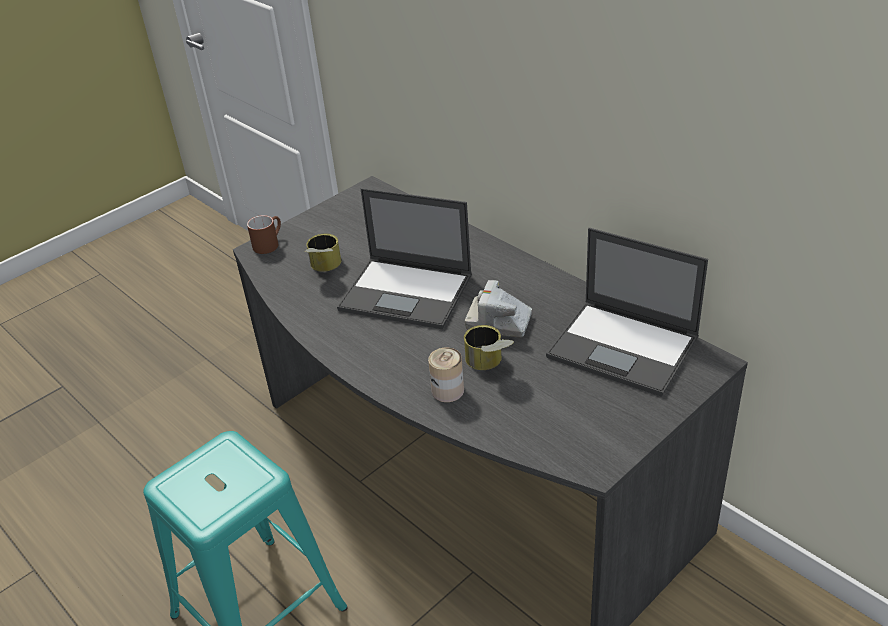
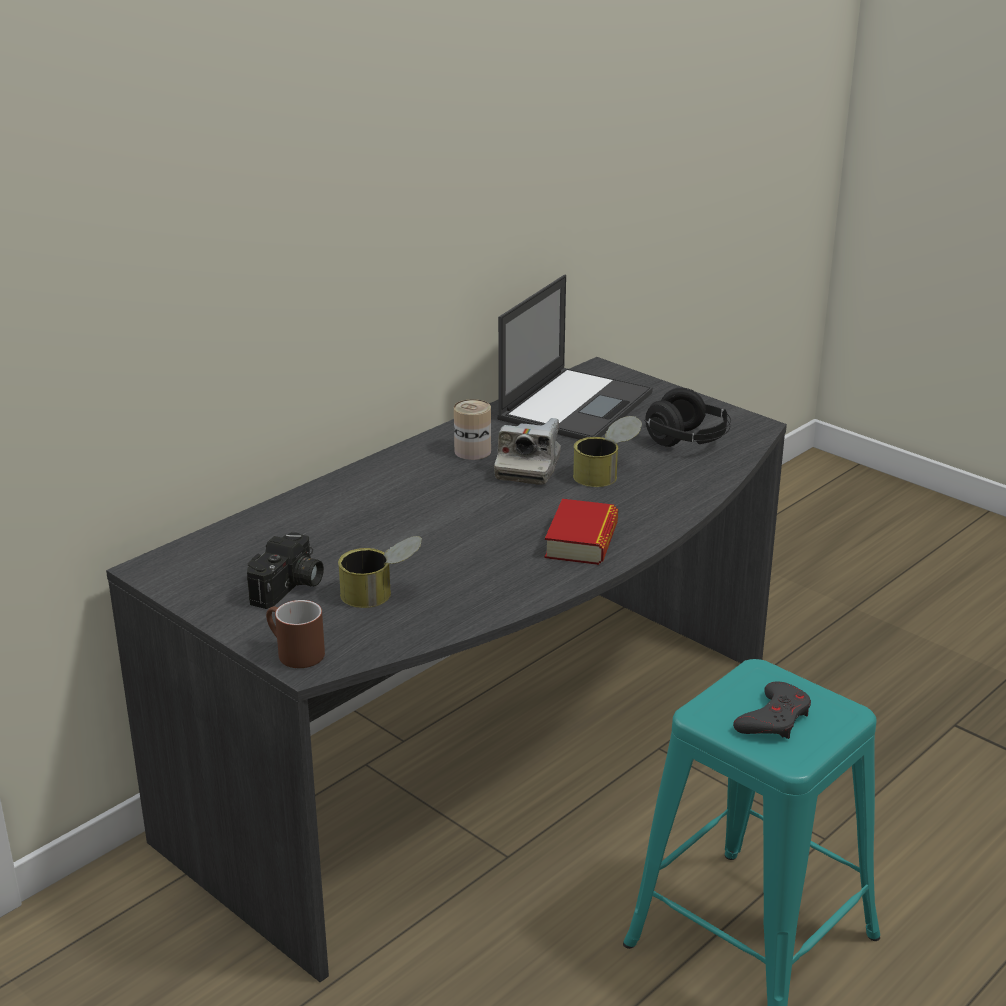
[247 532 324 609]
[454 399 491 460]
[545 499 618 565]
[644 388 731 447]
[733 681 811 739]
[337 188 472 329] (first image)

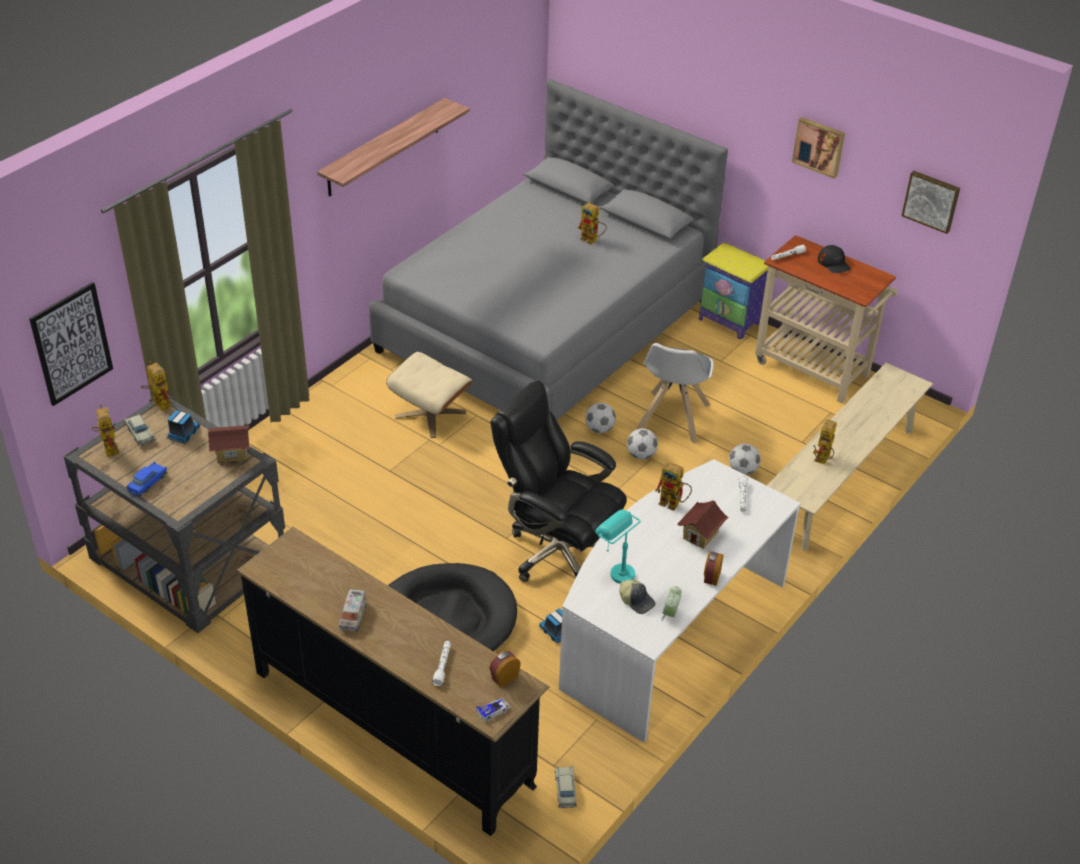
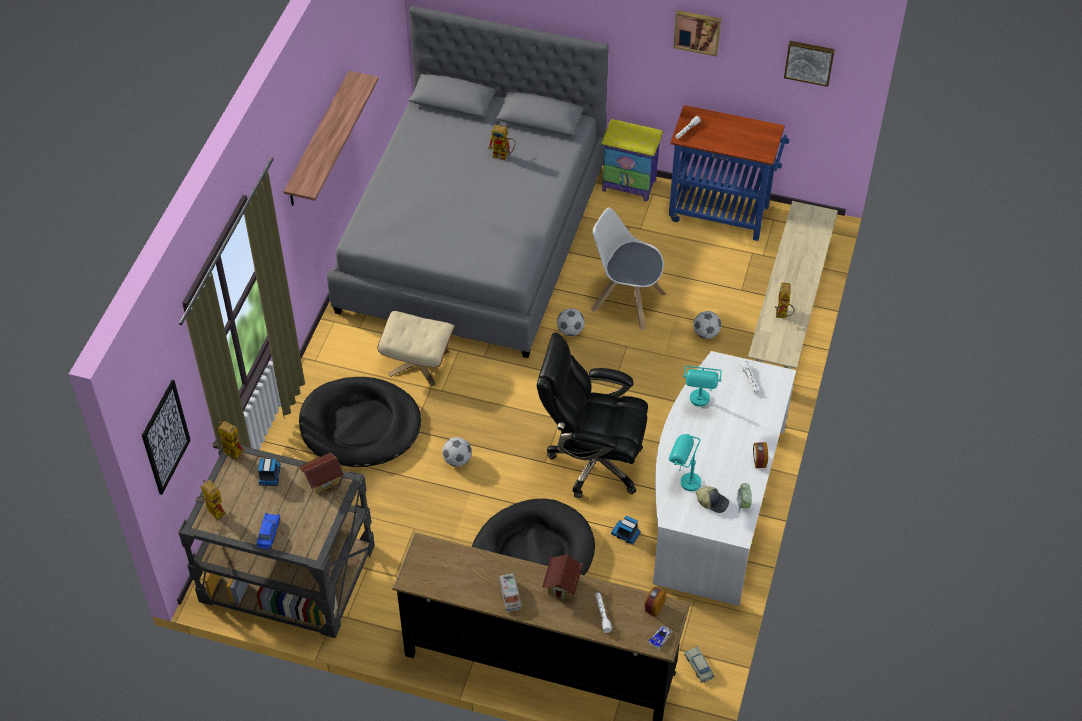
[299 377 421 467]
[442 437 472 467]
[542 554 583 599]
[591 208 666 330]
[669 105 789 241]
[683 366 722 407]
[125 414 155 446] (first image)
[818 245 851 273] (first image)

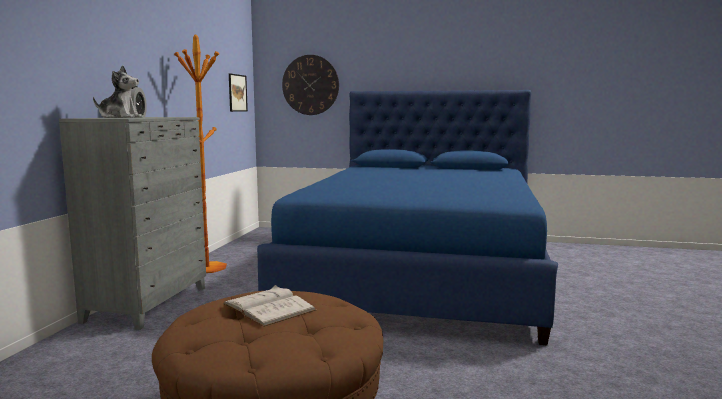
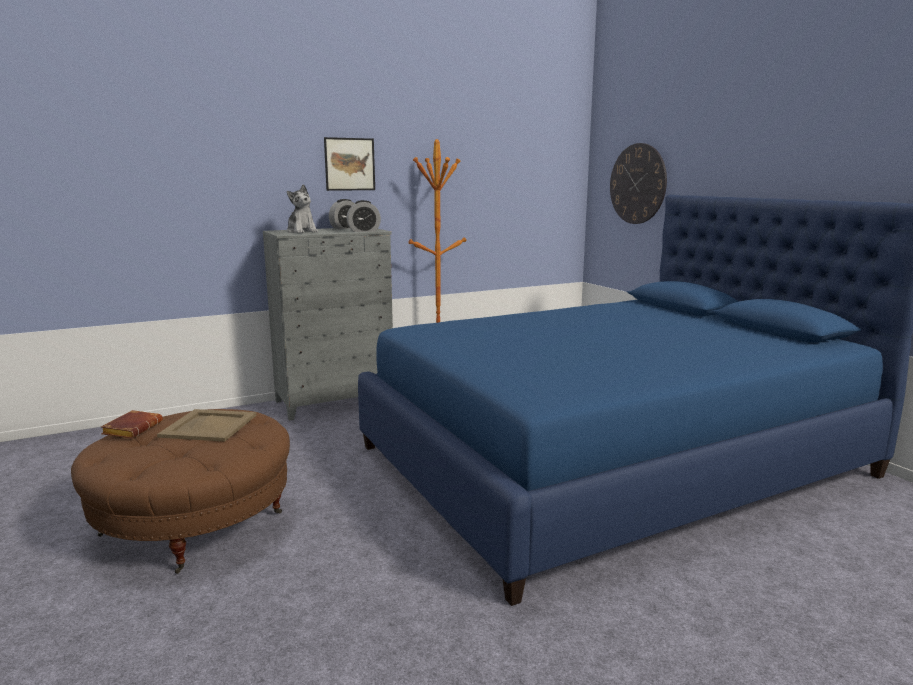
[101 410 163 439]
[157 409 256 442]
[324 137 375 191]
[347 200 381 232]

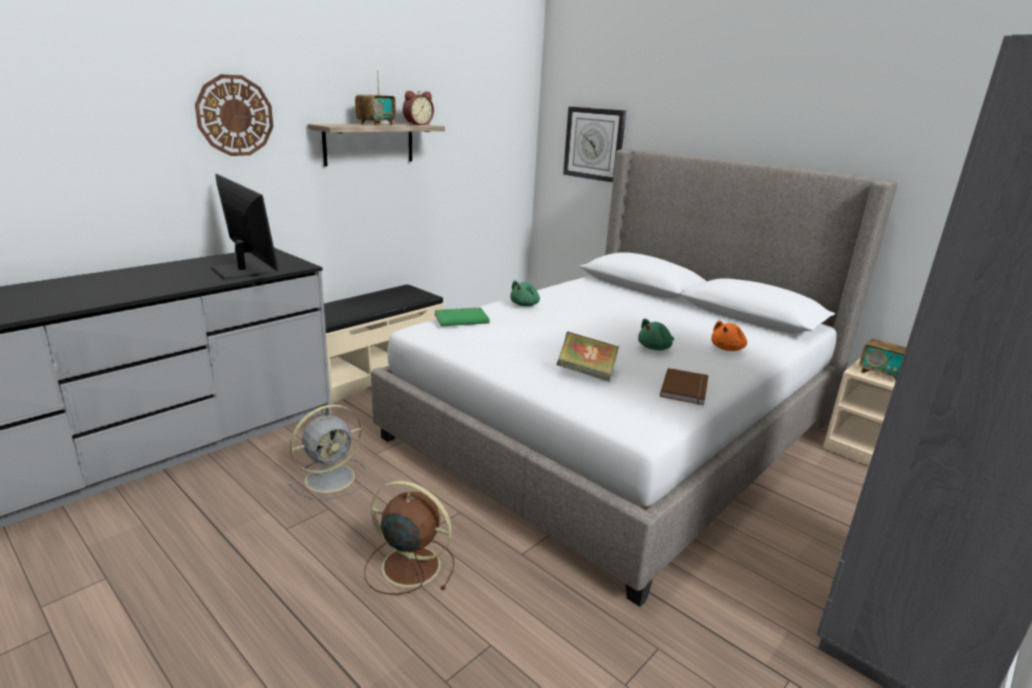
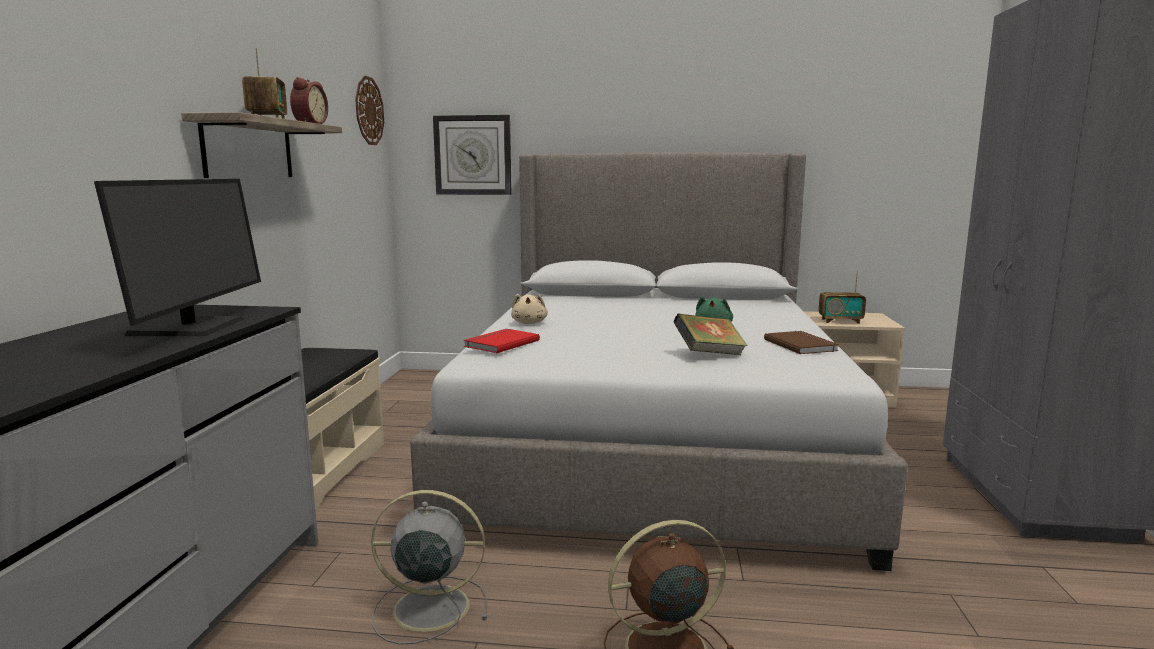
[94 179 261 336]
[355 76 384 145]
[371 490 487 645]
[464 329 540 353]
[511 294 548 324]
[711 321 747 351] (first image)

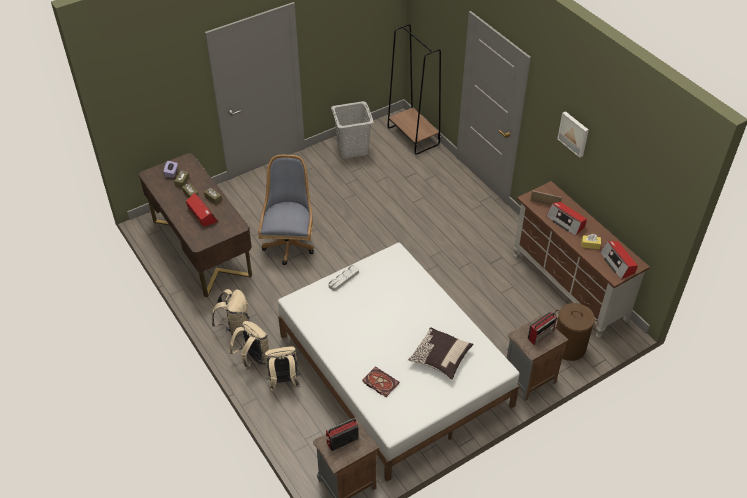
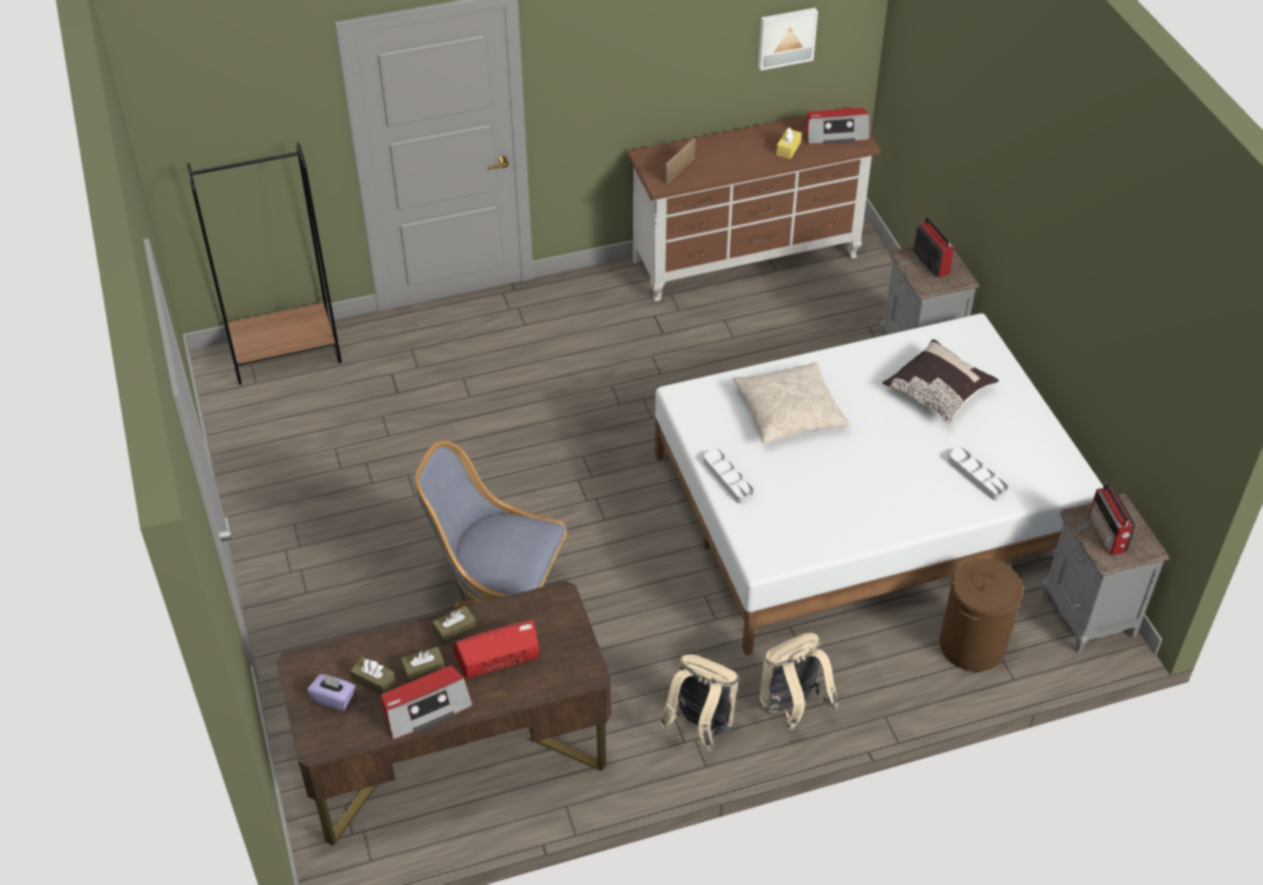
[381 665 473 740]
[733 362 851 443]
[758 8 818 71]
[939 558 1023 672]
[948 447 1008 500]
[265 346 301 392] (first image)
[331 101 374 159] (first image)

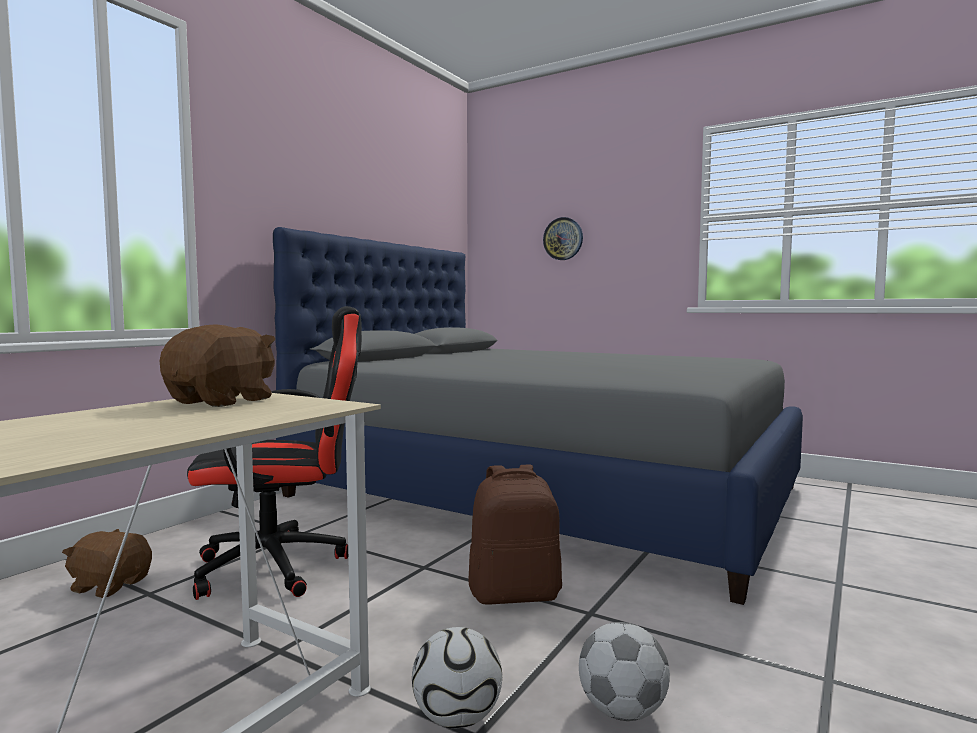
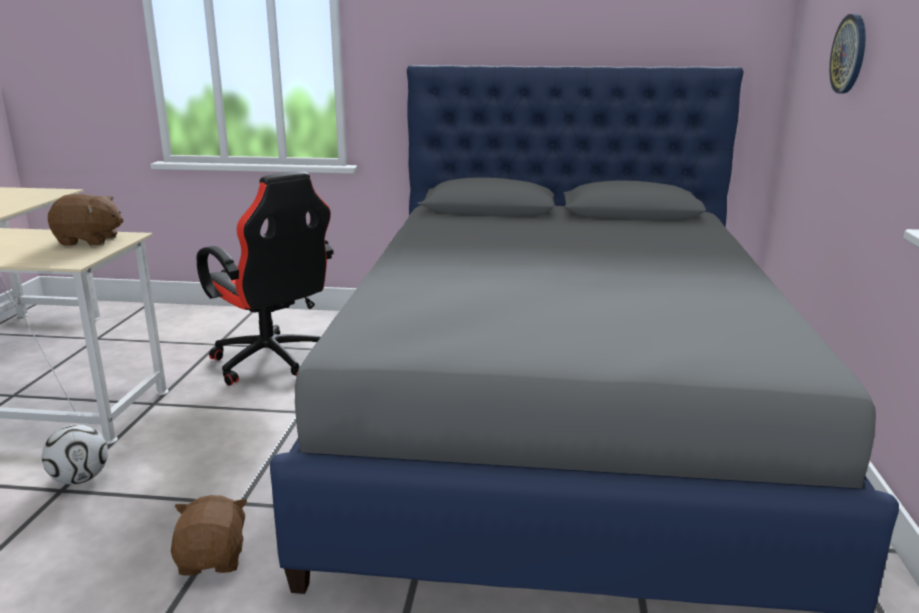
[171 495 247 576]
[468 465 562 605] (first image)
[579 622 670 721] (first image)

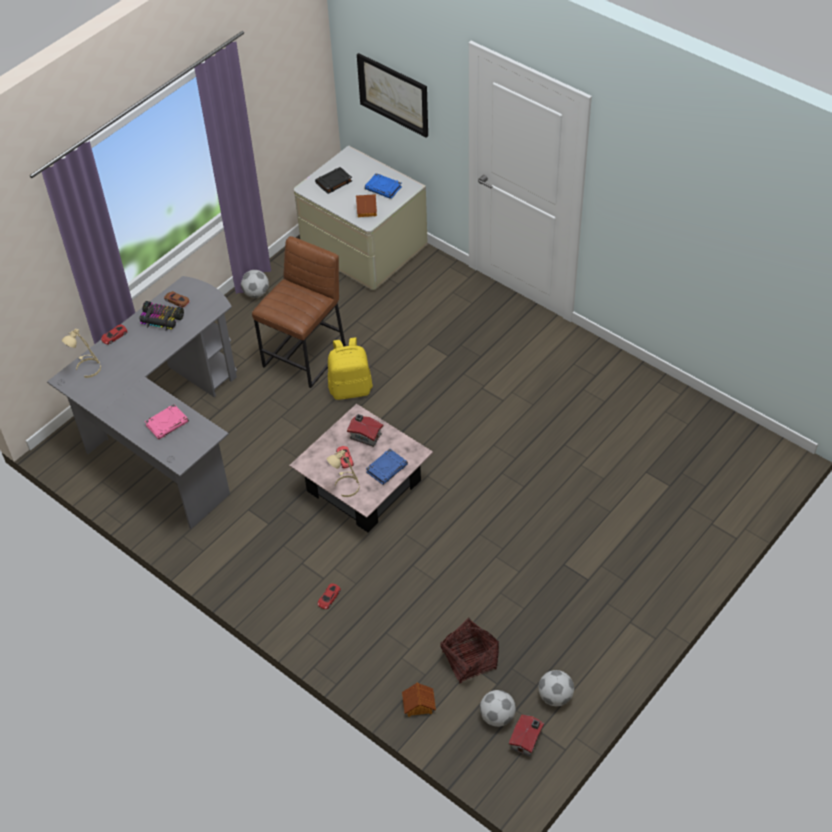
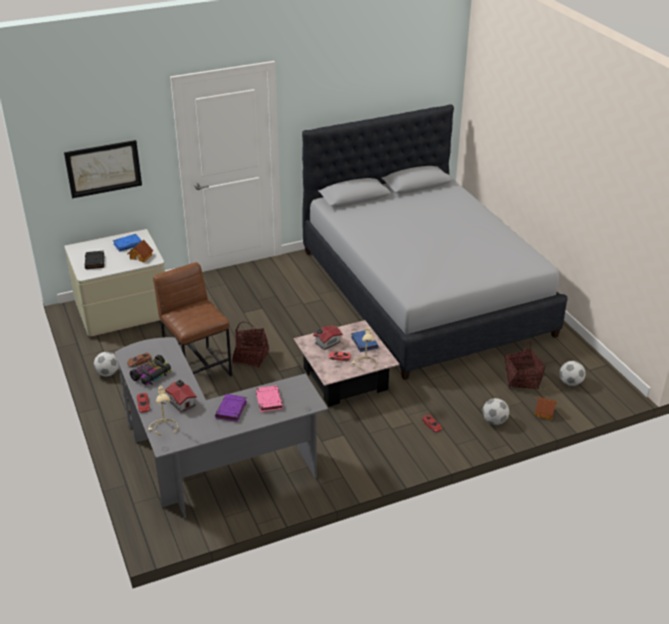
[165 379 197 412]
[215 394 247 422]
[232 322 269 368]
[302 104 568 380]
[482 398 509 425]

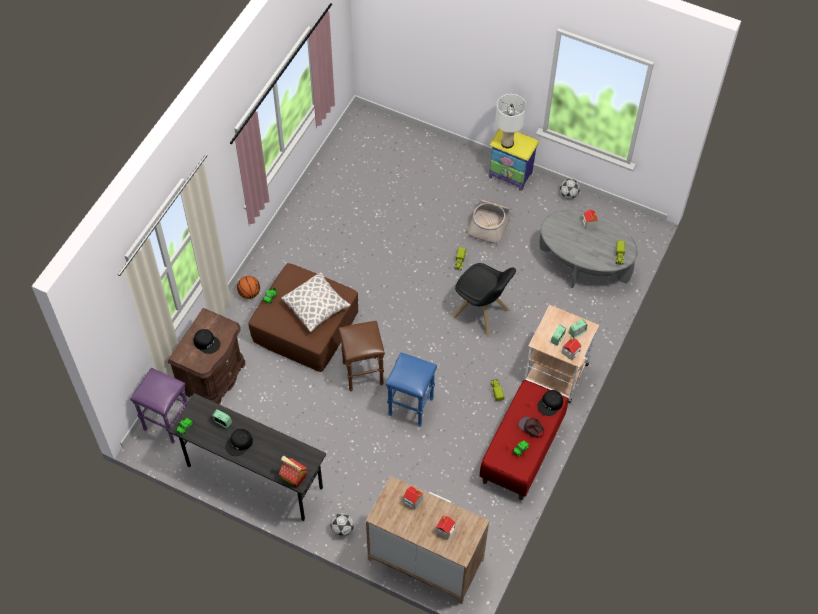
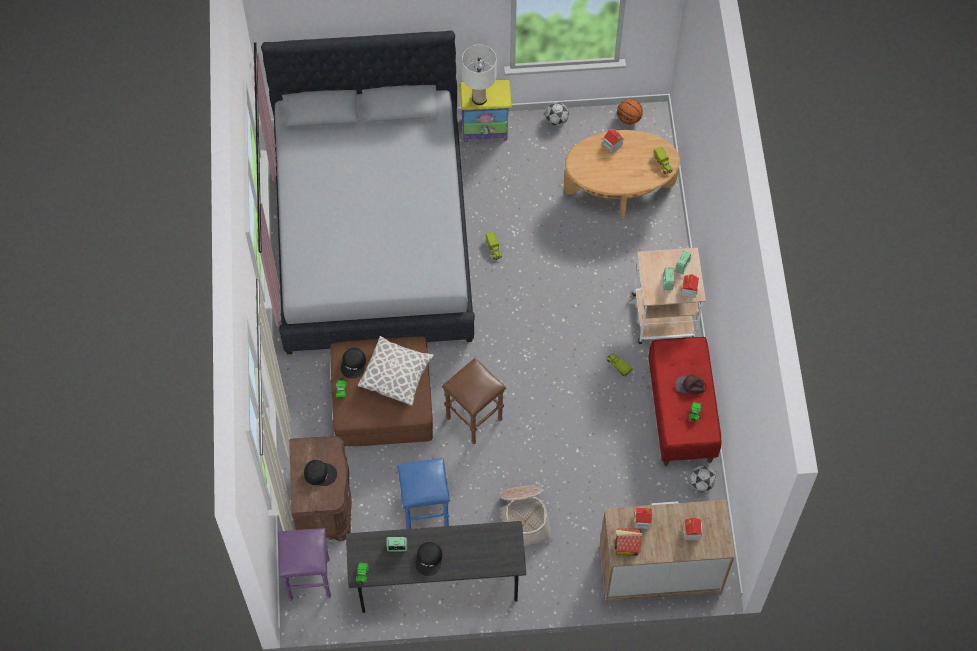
[261 30 475 354]
[341 348 366 379]
[397 458 450 529]
[500 485 553 545]
[564 130 680 219]
[615 528 643 556]
[617 99 643 125]
[690 466 716 492]
[452 263 516 337] (first image)

